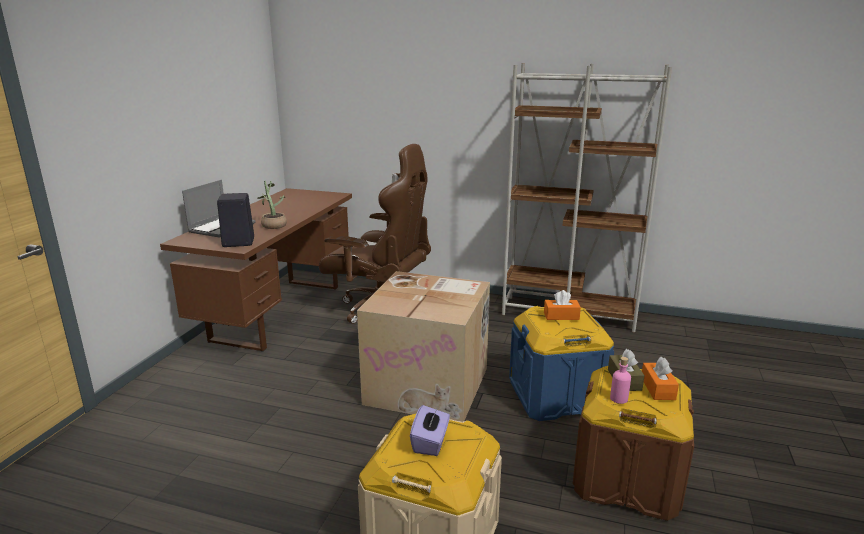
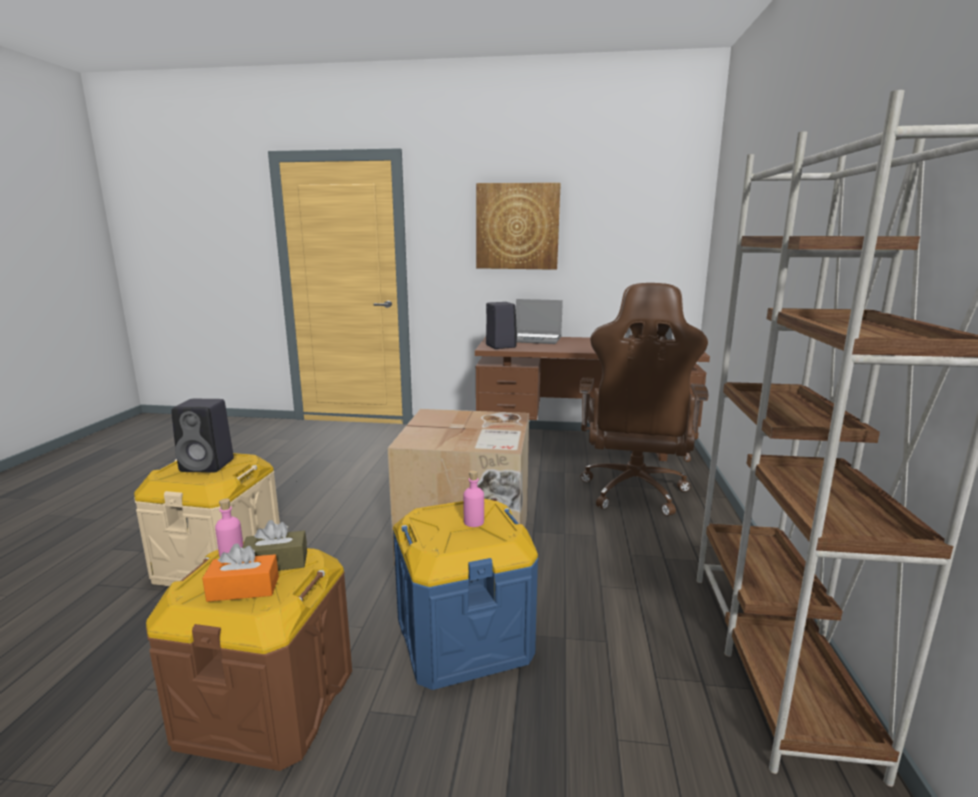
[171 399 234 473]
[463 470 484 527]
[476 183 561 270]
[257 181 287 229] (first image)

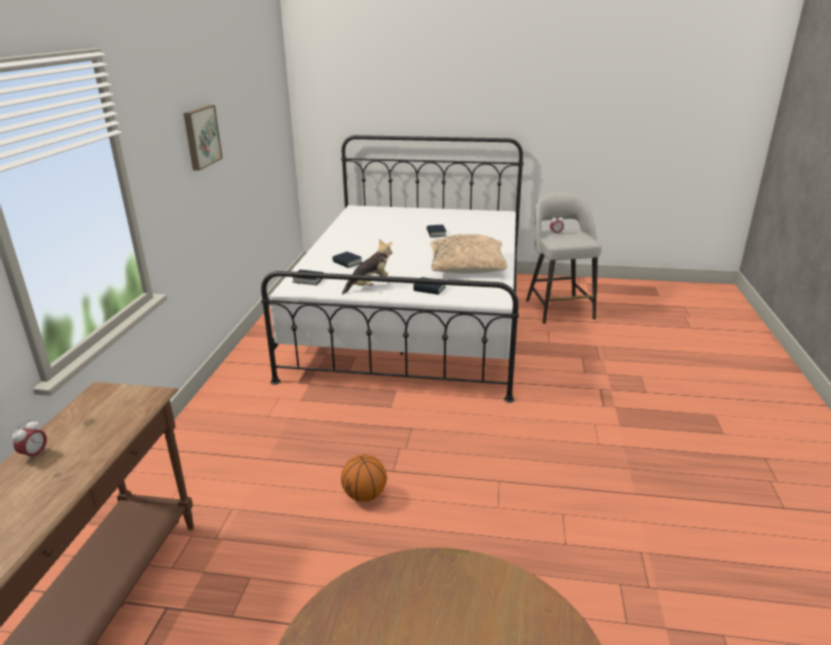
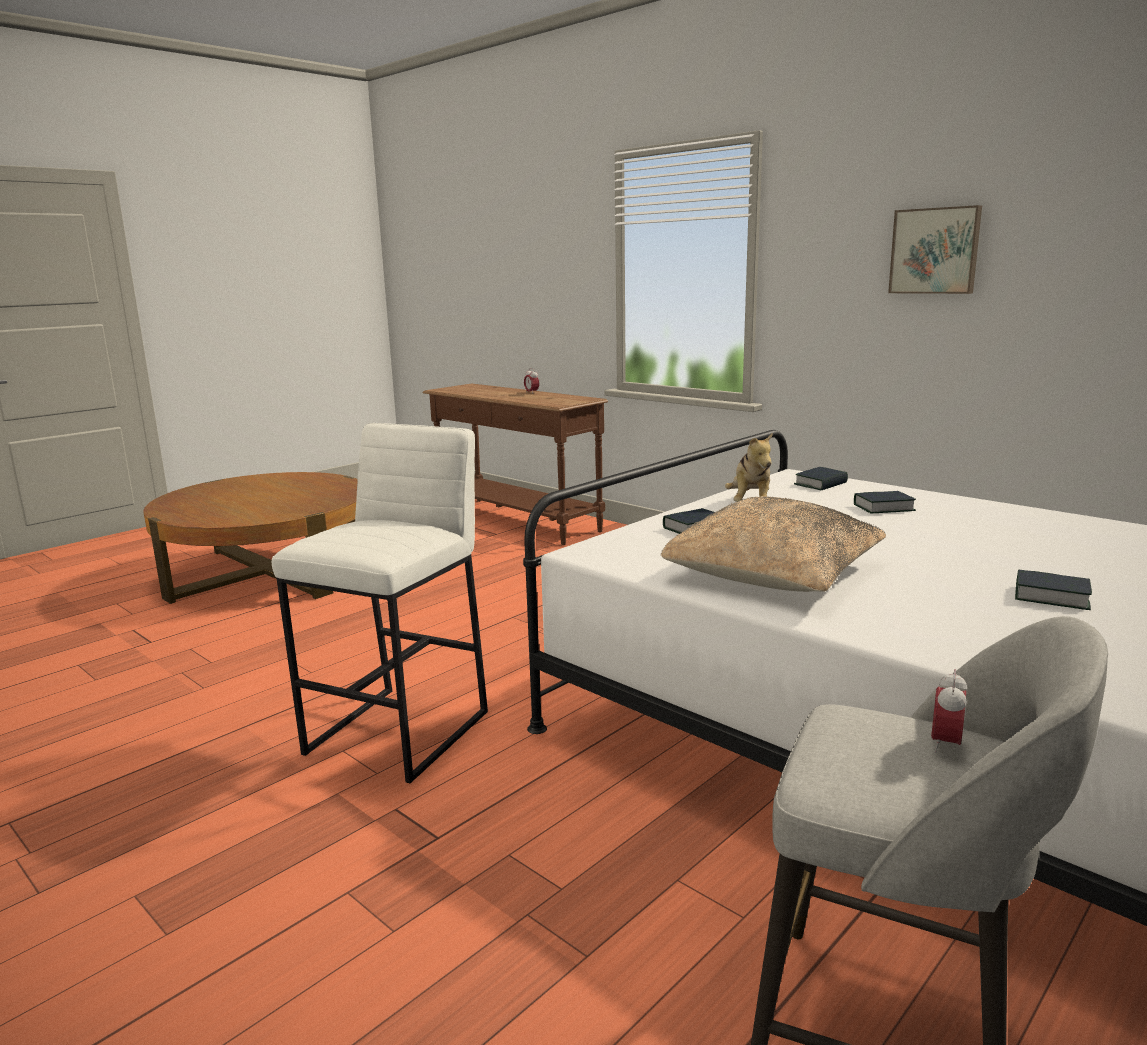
[272 423 488 783]
[341 454 387 502] (first image)

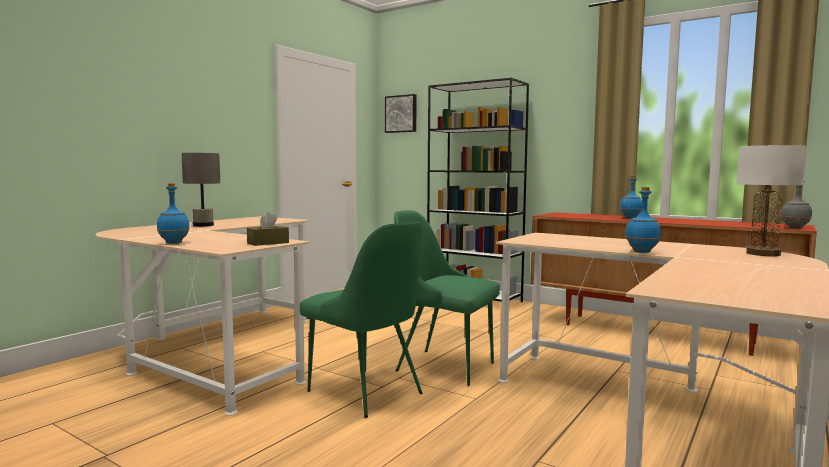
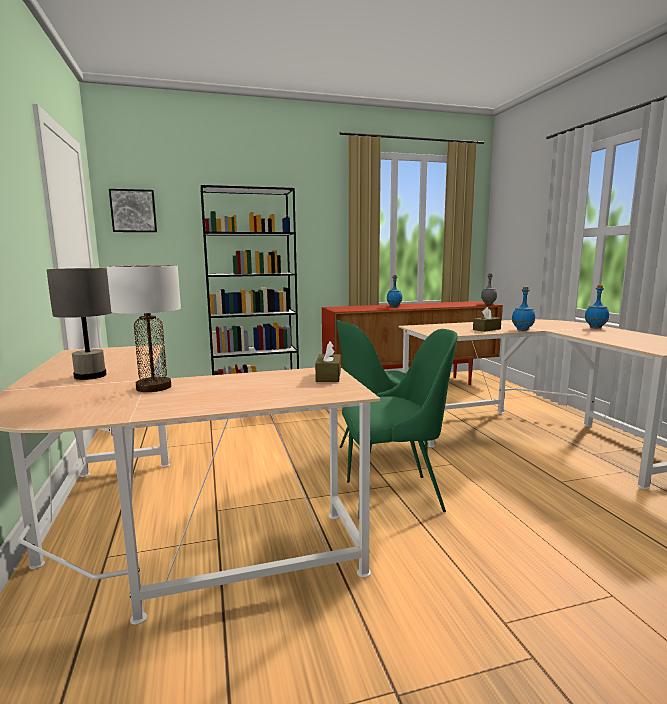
[107 265 181 392]
[473 307 502 332]
[585 285 609 328]

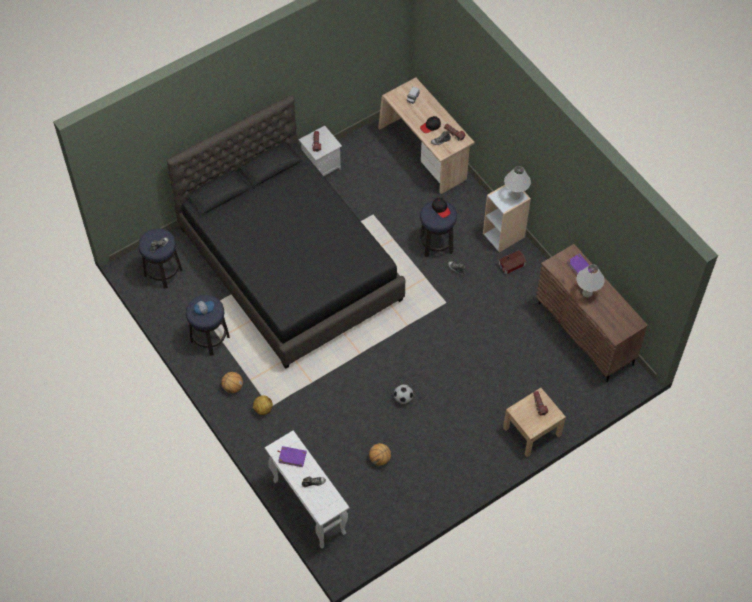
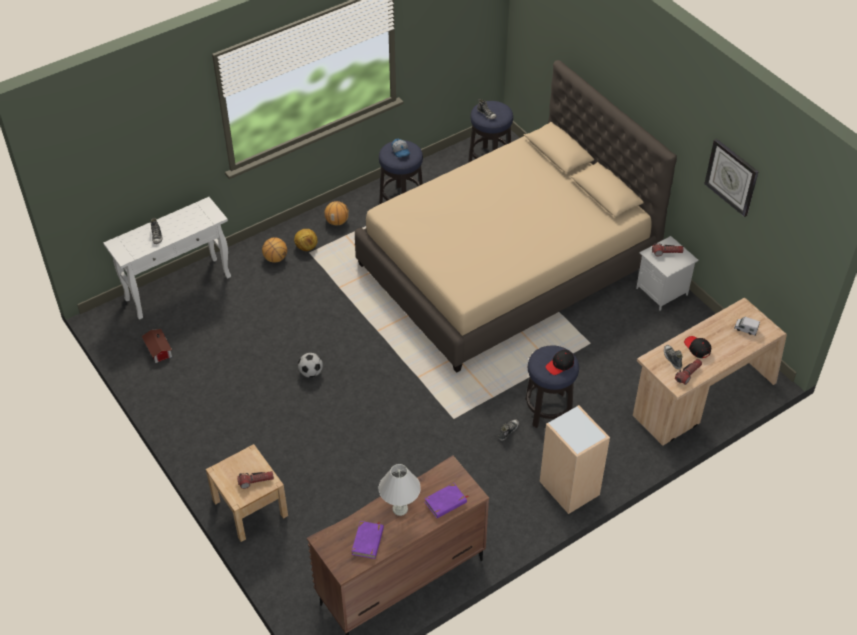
[142 329 172 363]
[262 237 287 263]
[352 521 384 559]
[355 60 677 373]
[704 139 758 217]
[504 166 531 200] (first image)

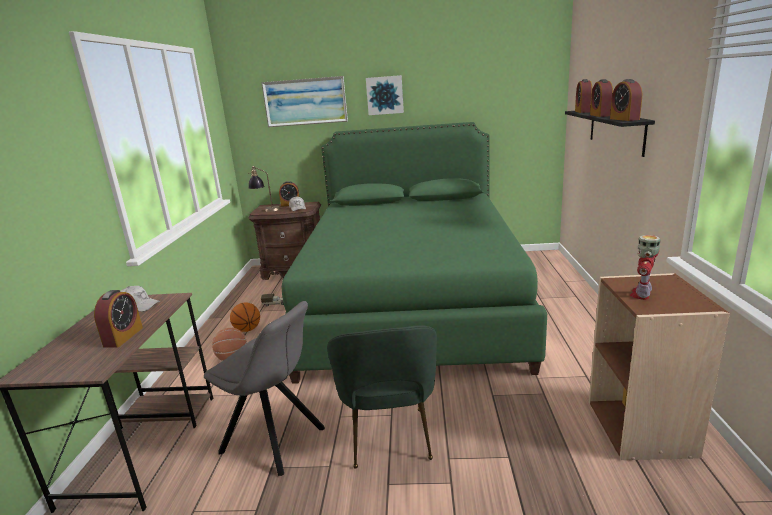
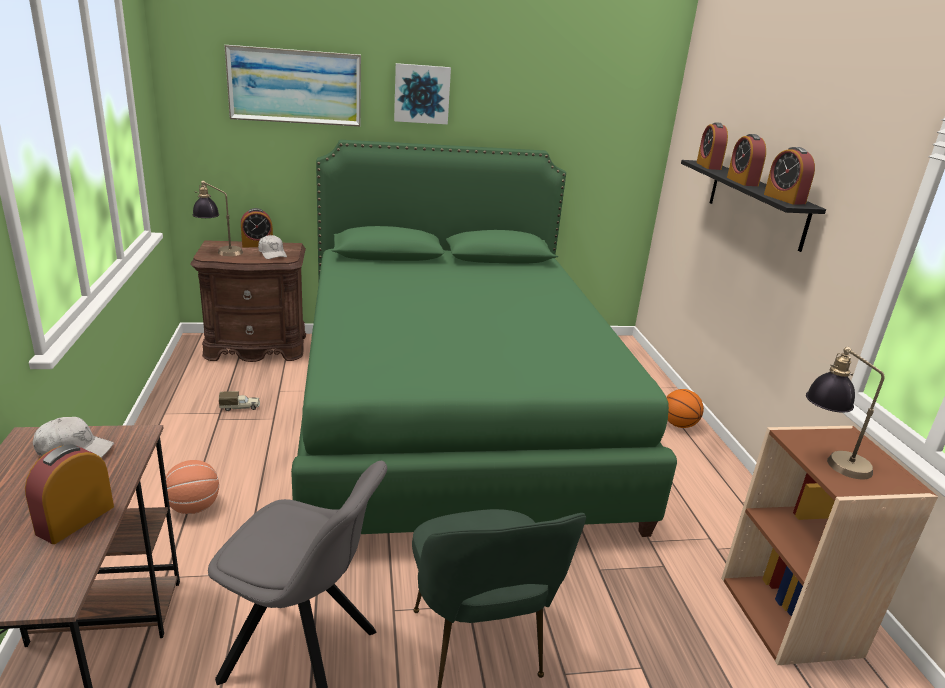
[25 444 114 544]
[666 389 704 428]
[806 347 885 479]

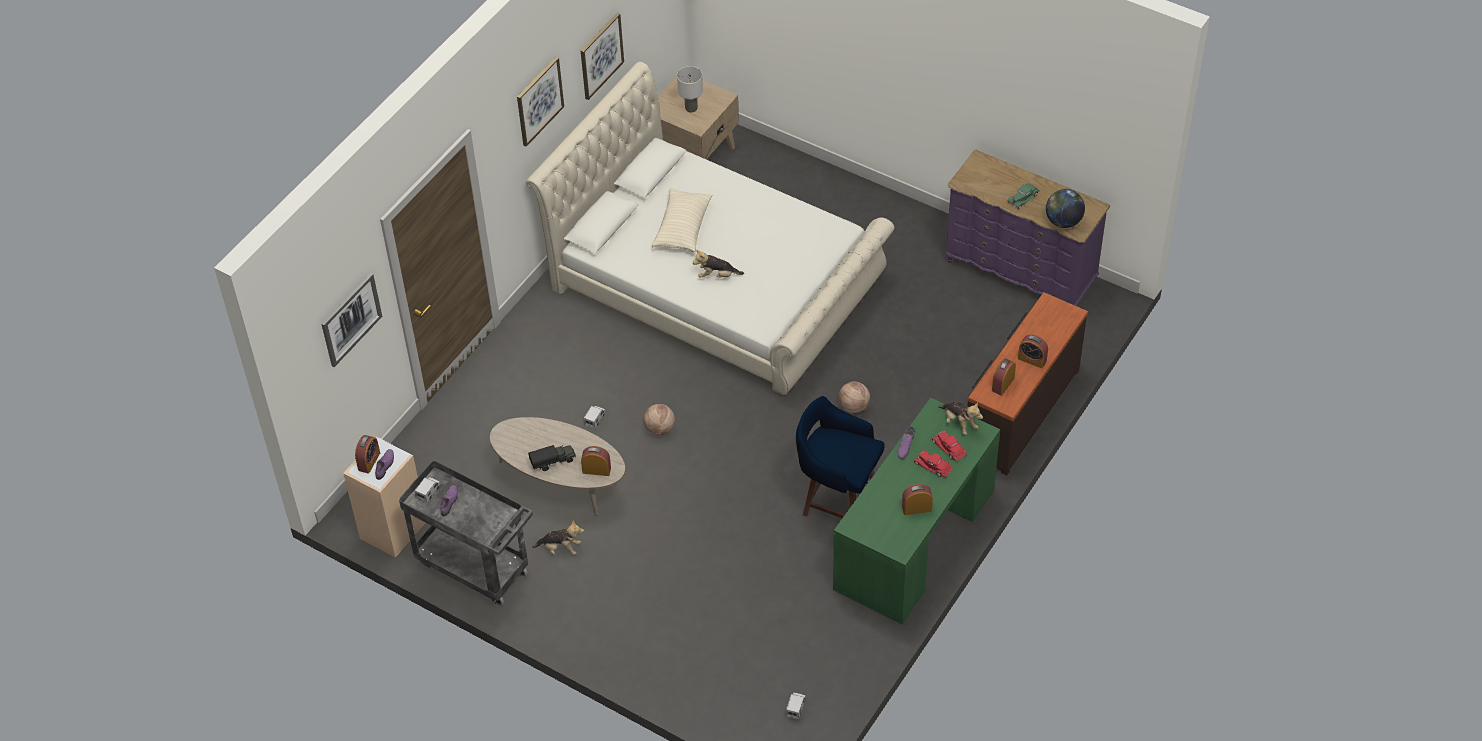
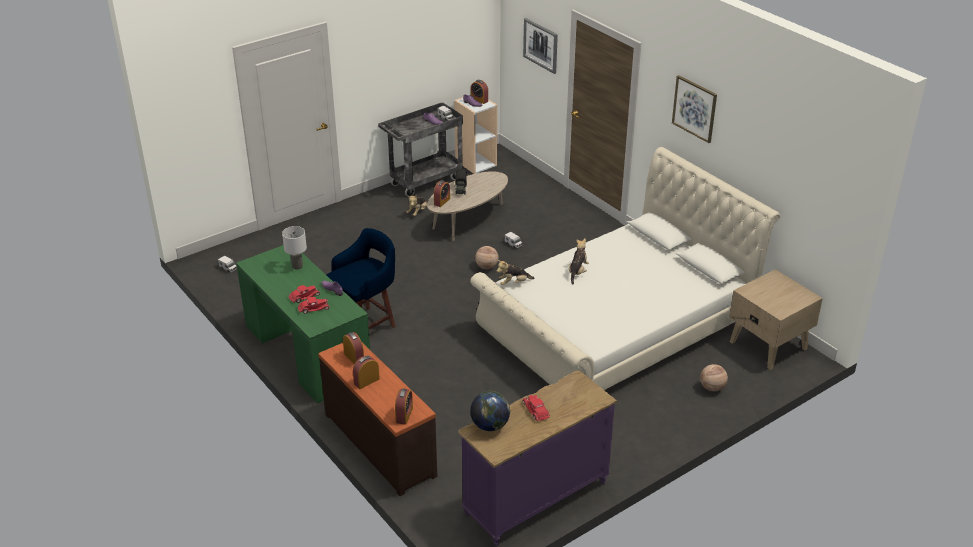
[282 226 307 270]
[395 388 413 425]
[497 260 535 285]
[522 395 550 421]
[700 364 728 391]
[581 13 624 100] (first image)
[651 188 713 252] (first image)

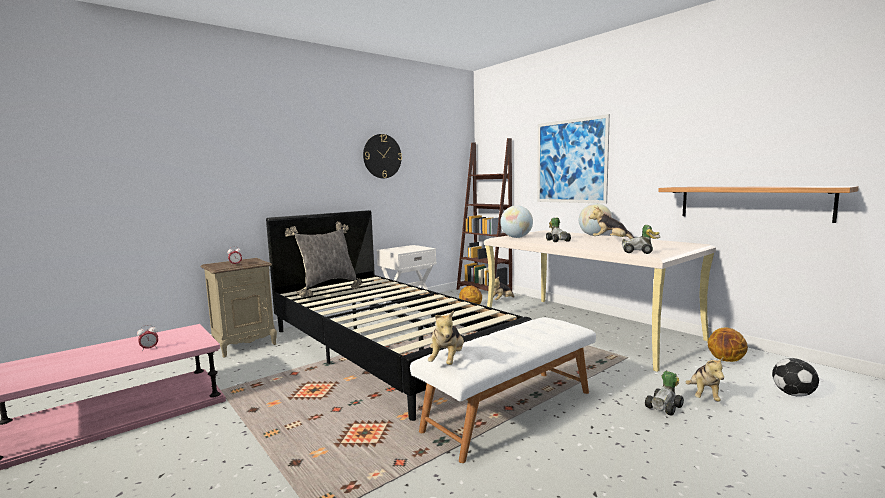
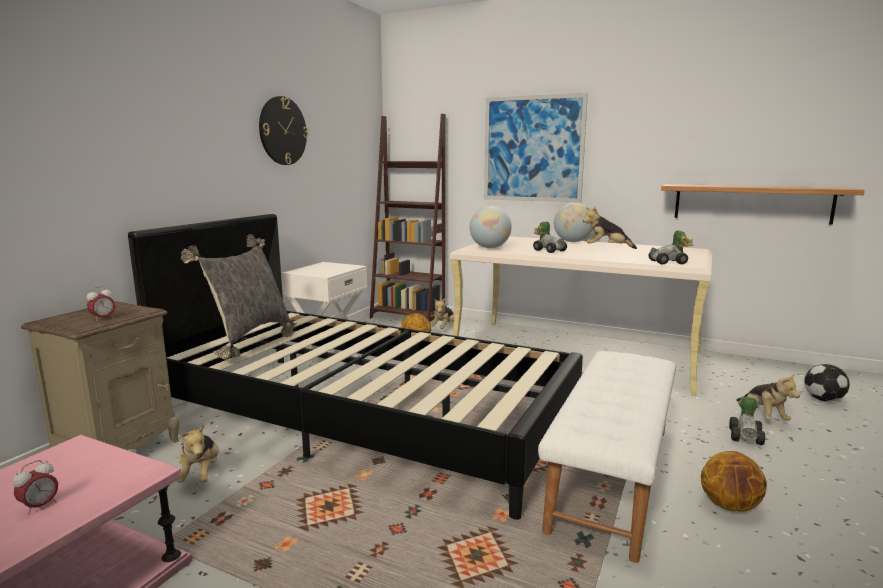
[177 424 219 483]
[701 451 767 512]

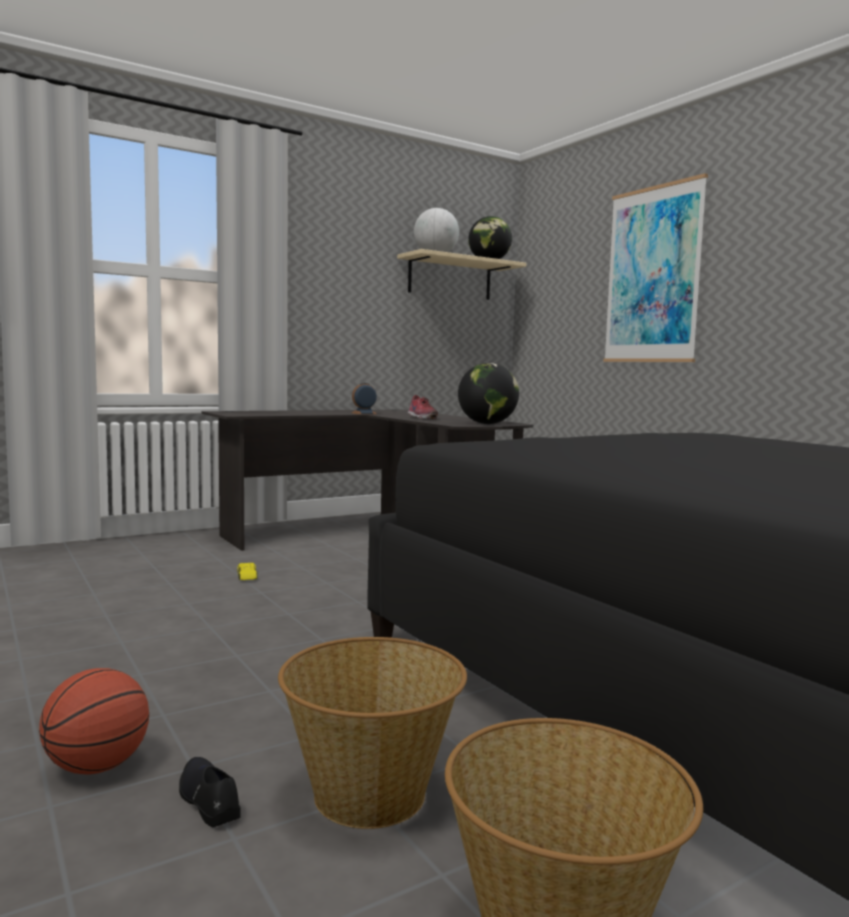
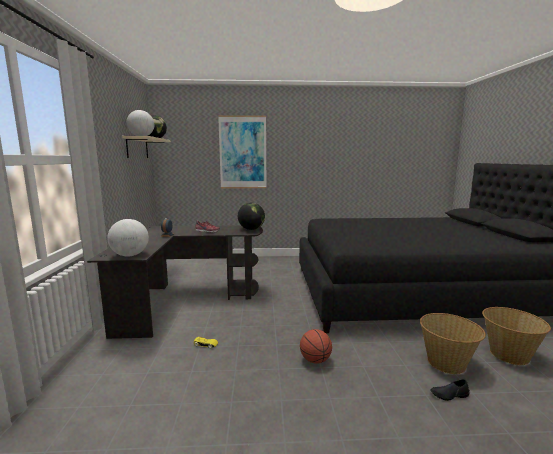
[107 219 149 256]
[300 329 332 364]

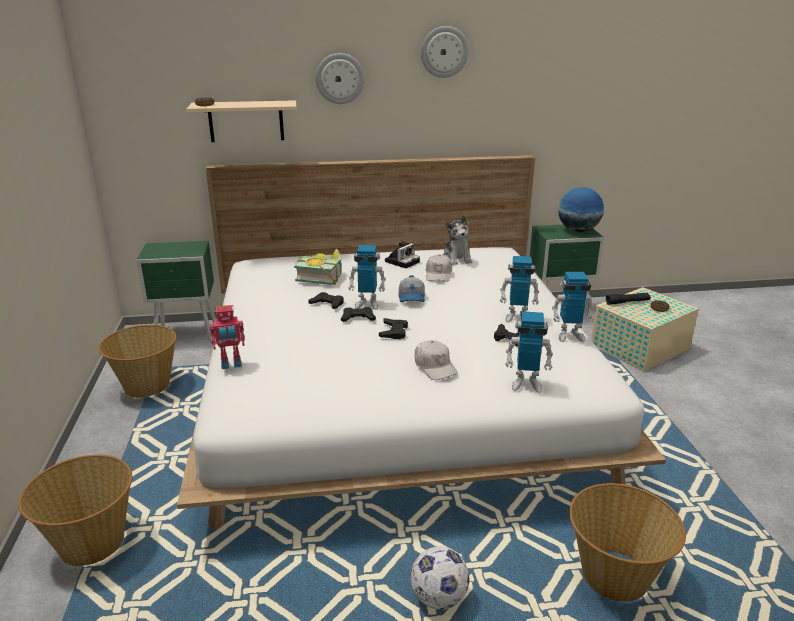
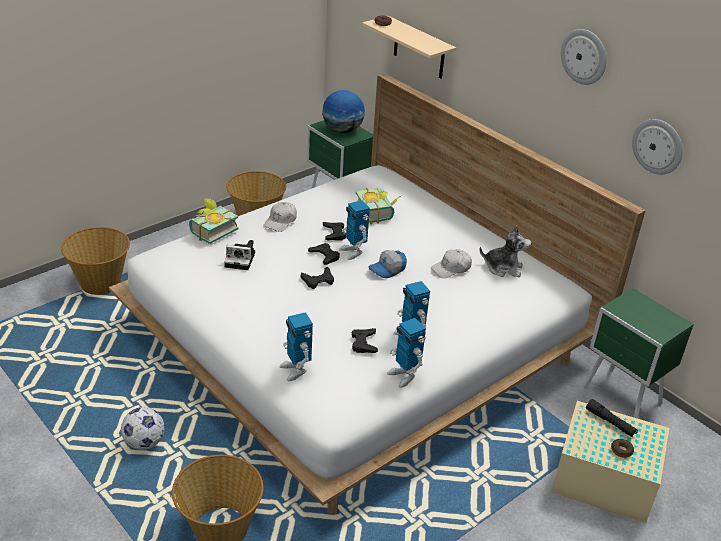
[189 198 238 244]
[224 240 255 270]
[263 202 297 232]
[322 90 365 133]
[480 225 531 277]
[632 119 683 175]

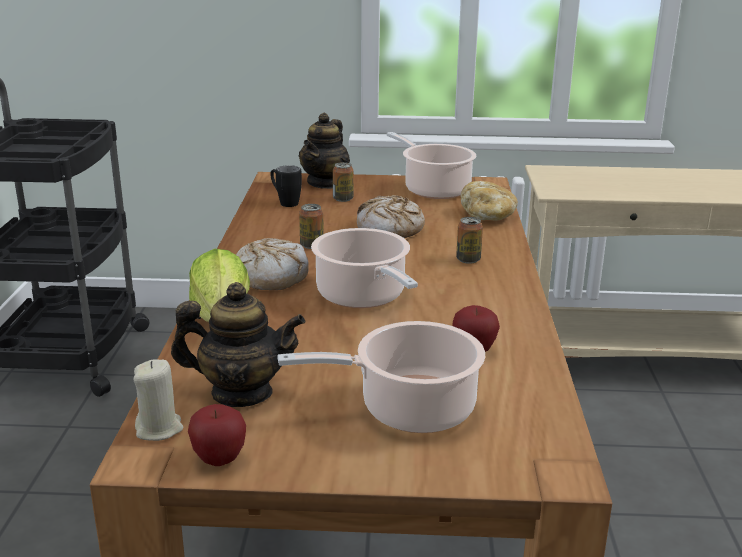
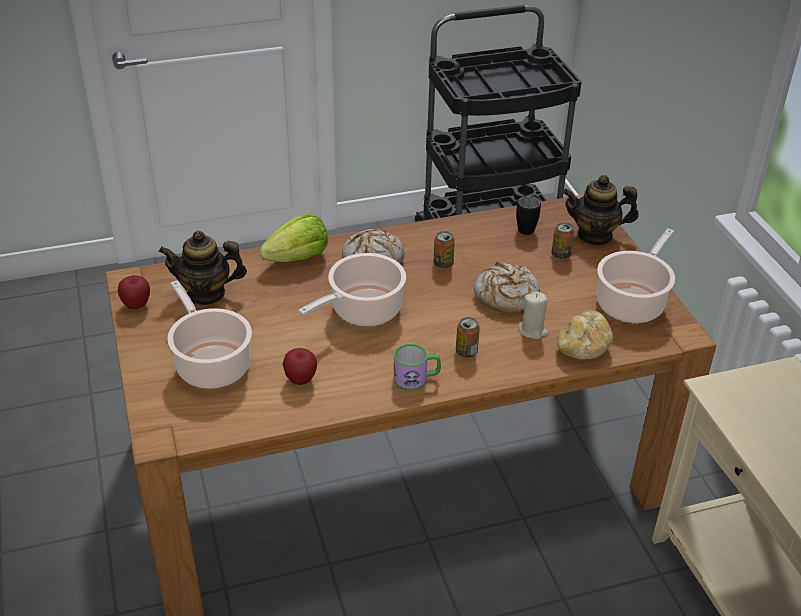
[159 231 247 305]
[394 344 441 391]
[519 291 548 339]

